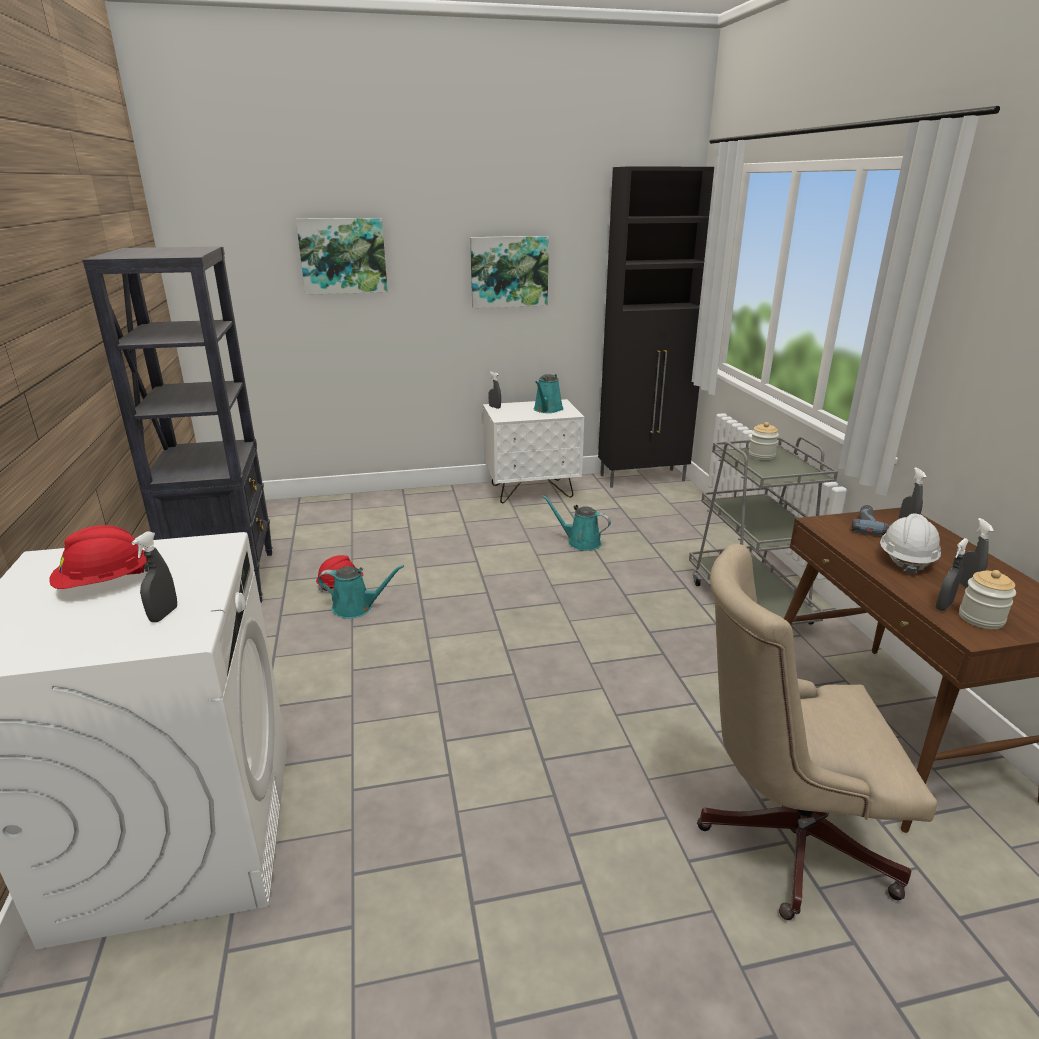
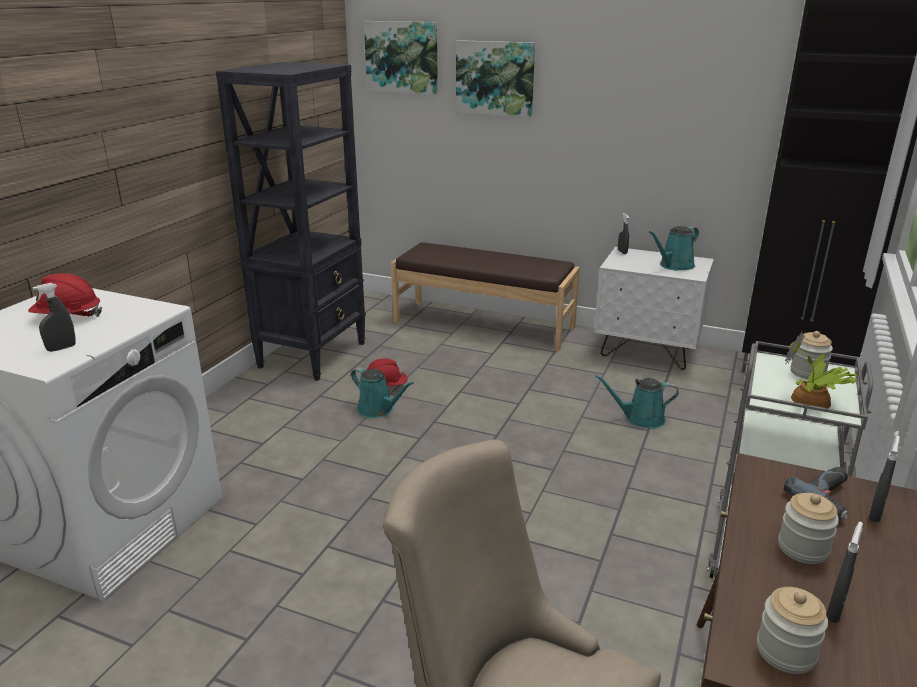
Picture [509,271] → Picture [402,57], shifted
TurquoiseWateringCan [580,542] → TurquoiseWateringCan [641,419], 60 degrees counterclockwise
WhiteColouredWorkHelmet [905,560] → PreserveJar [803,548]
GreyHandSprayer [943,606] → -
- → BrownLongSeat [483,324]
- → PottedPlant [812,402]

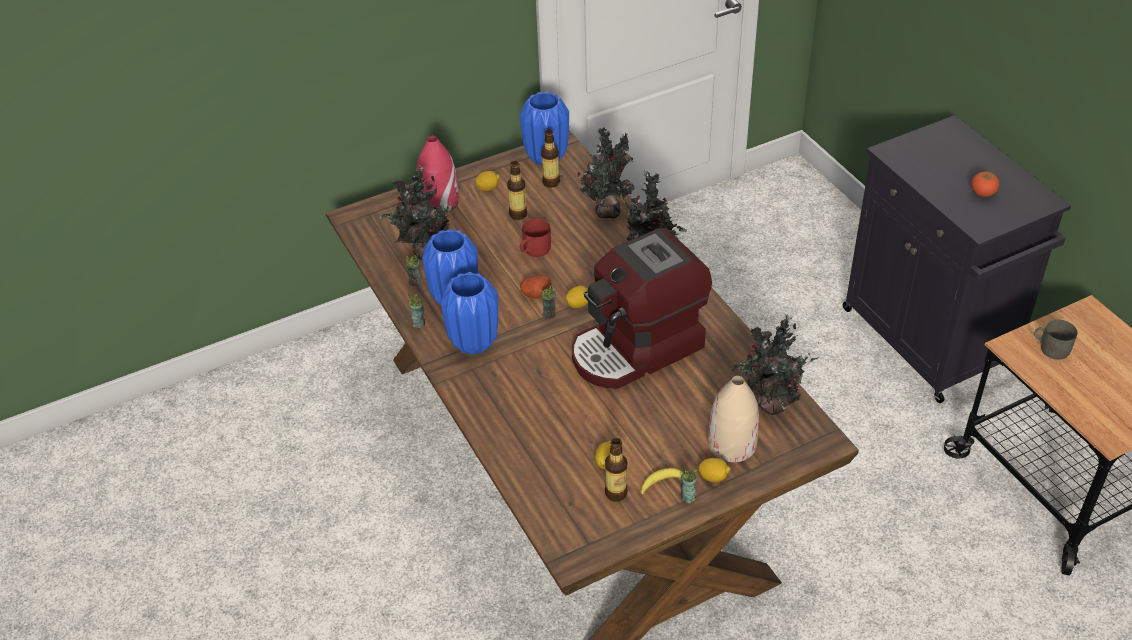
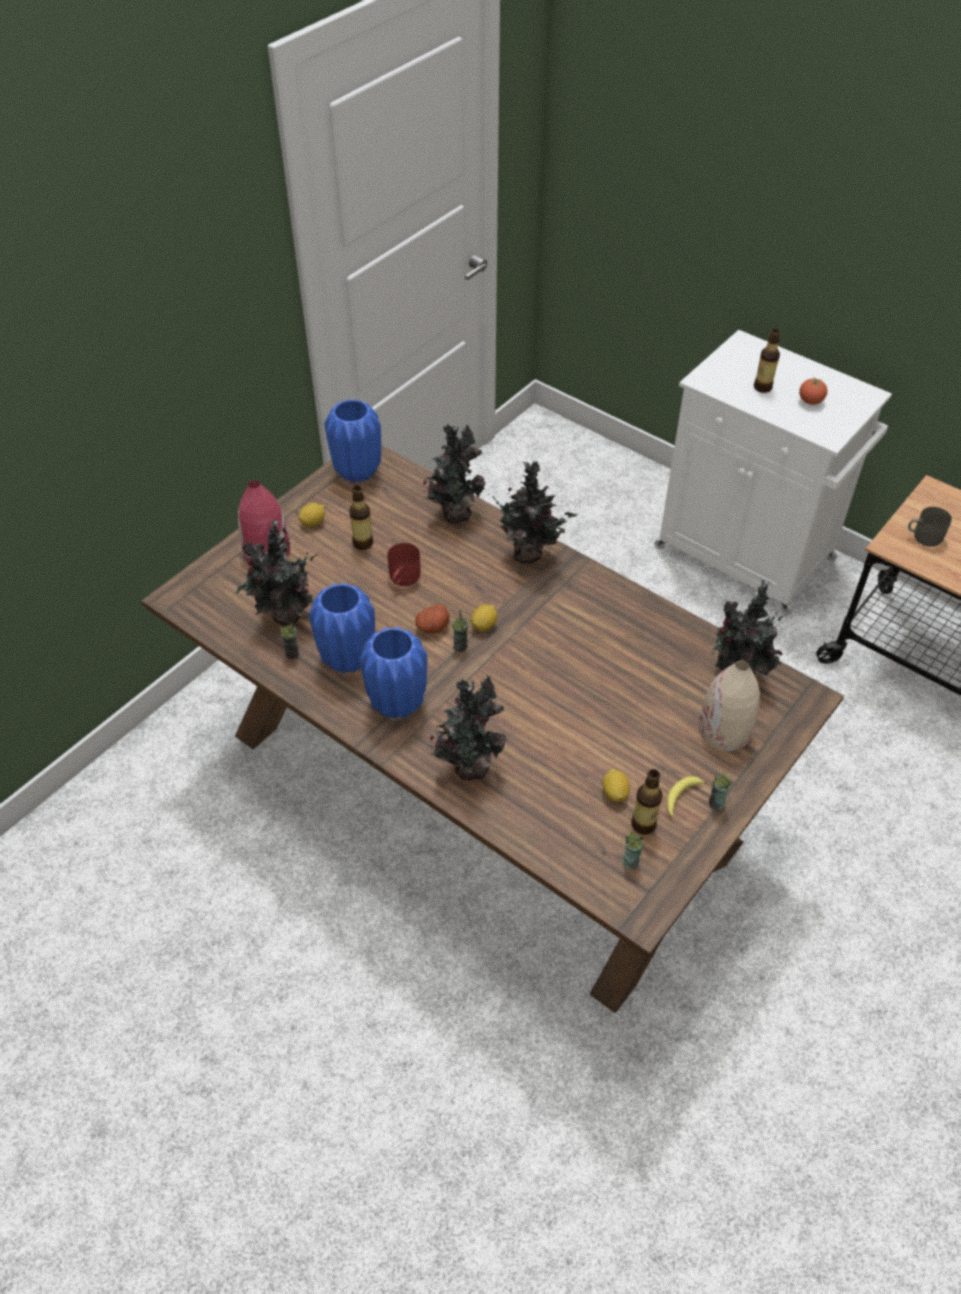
SmallCup [419,323] → SmallCup [630,862], shifted
Bottle [551,182] → Bottle [762,387], shifted
CoffeeBrewer [637,349] → -
Lemon [713,477] → -
BlackishCabinet [930,340] → WhiteColouredCabinet [748,555]
- → PottedPlant [469,765]

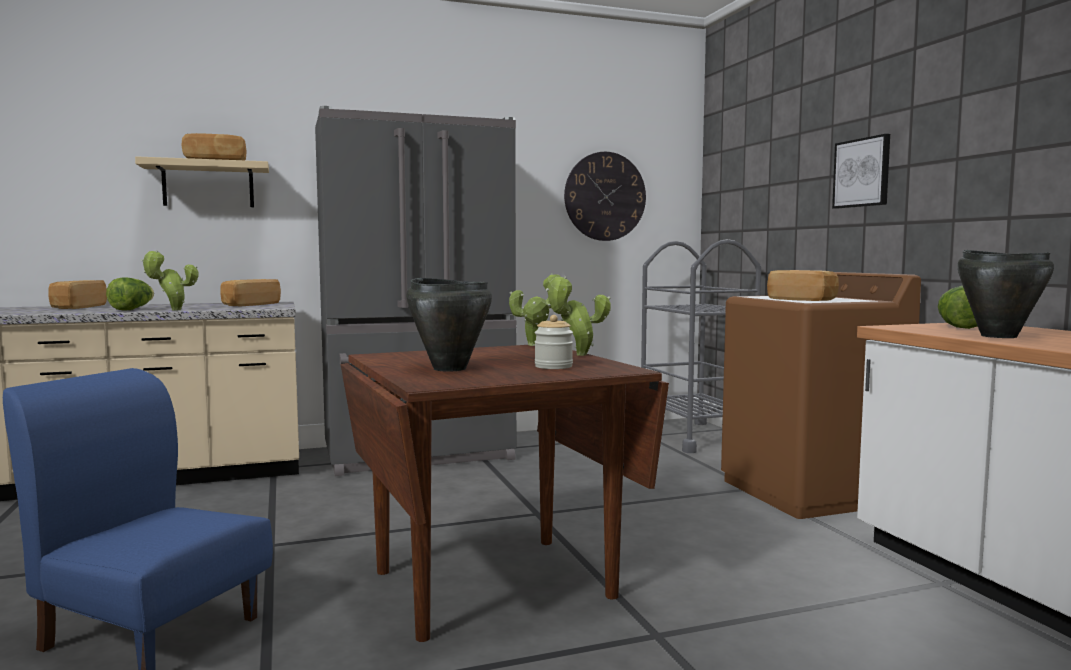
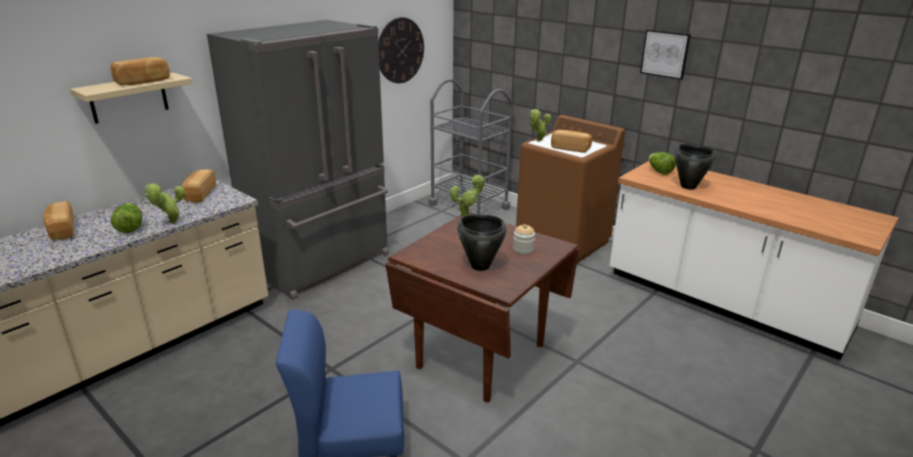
PottedPlant [577,355] → PottedPlant [538,141], shifted
Picture [862,173] → Picture [665,54], shifted

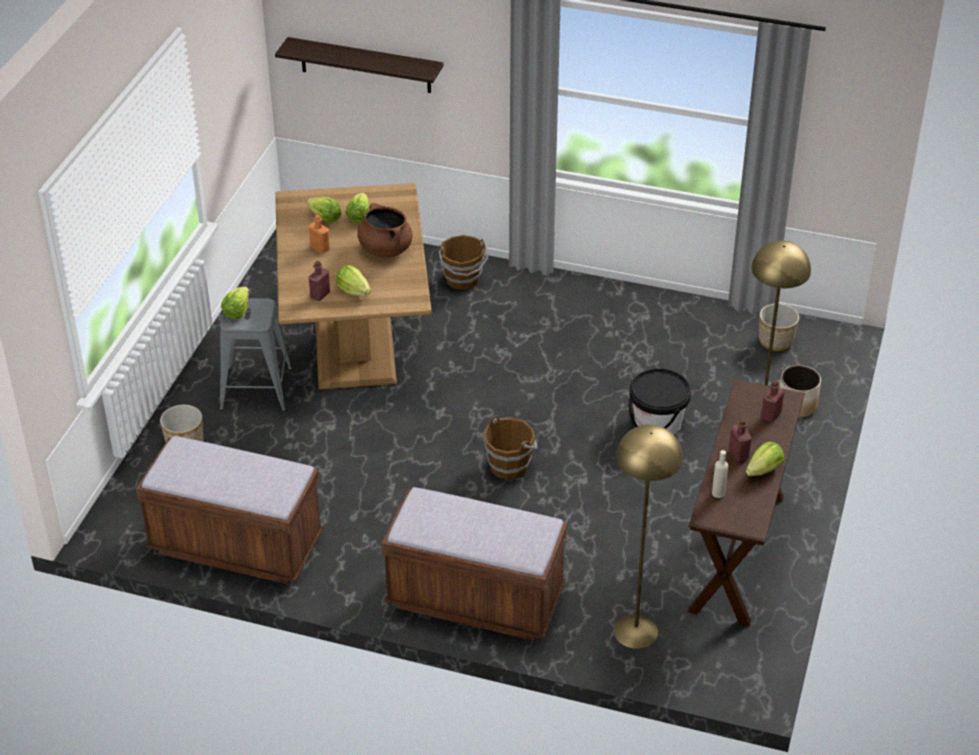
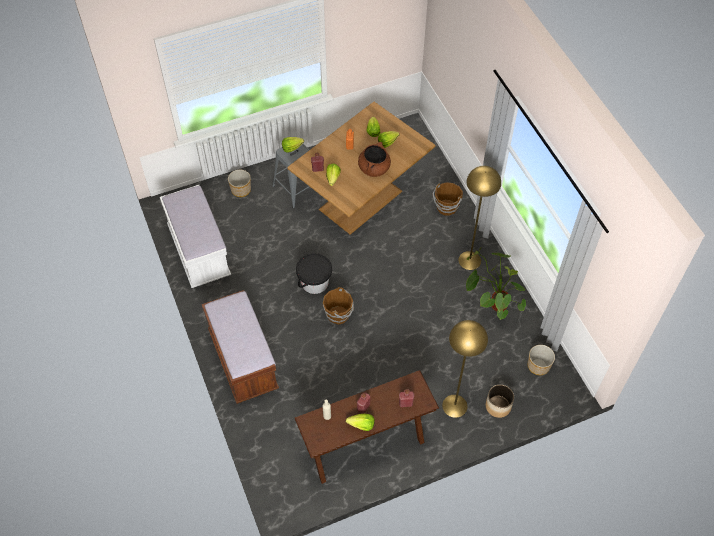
BrownLongSeat [236,545] → WhiteColouredLongSeat [199,252]
BracketShelf [365,65] → -
YellowishStandingLamp [636,631] → YellowishStandingLamp [469,260], shifted
BlackishWaterBucket [657,423] → BlackishWaterBucket [314,282], shifted
- → PottedPlant [491,303]

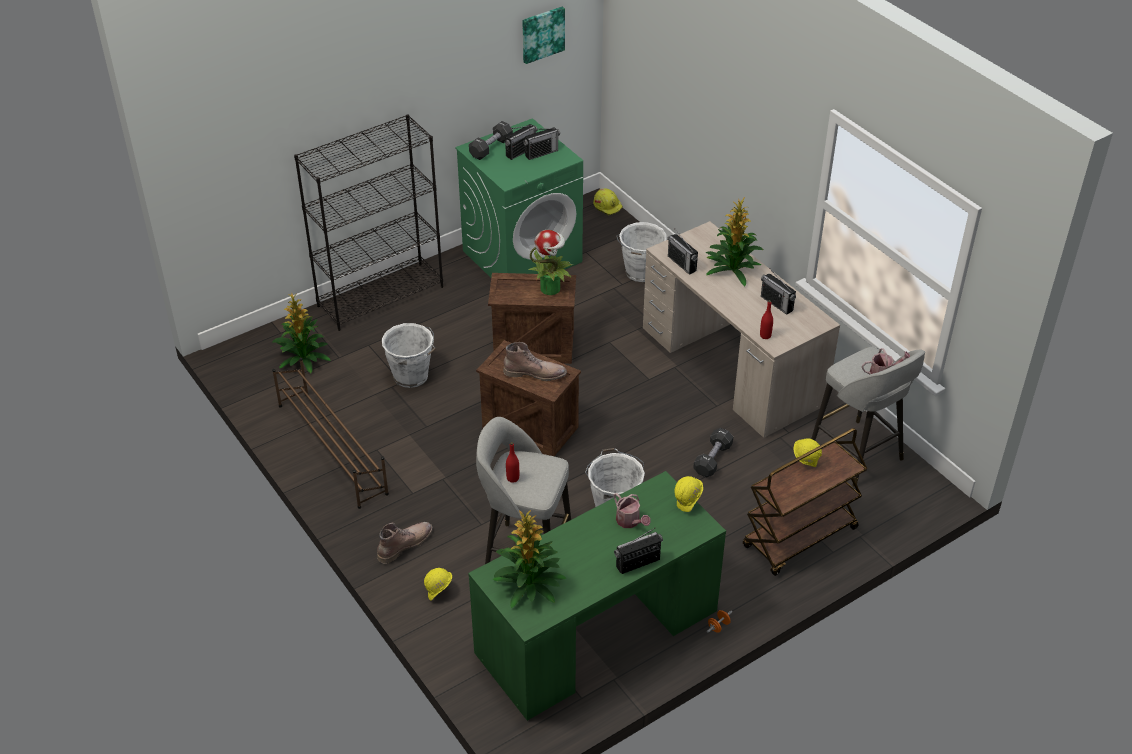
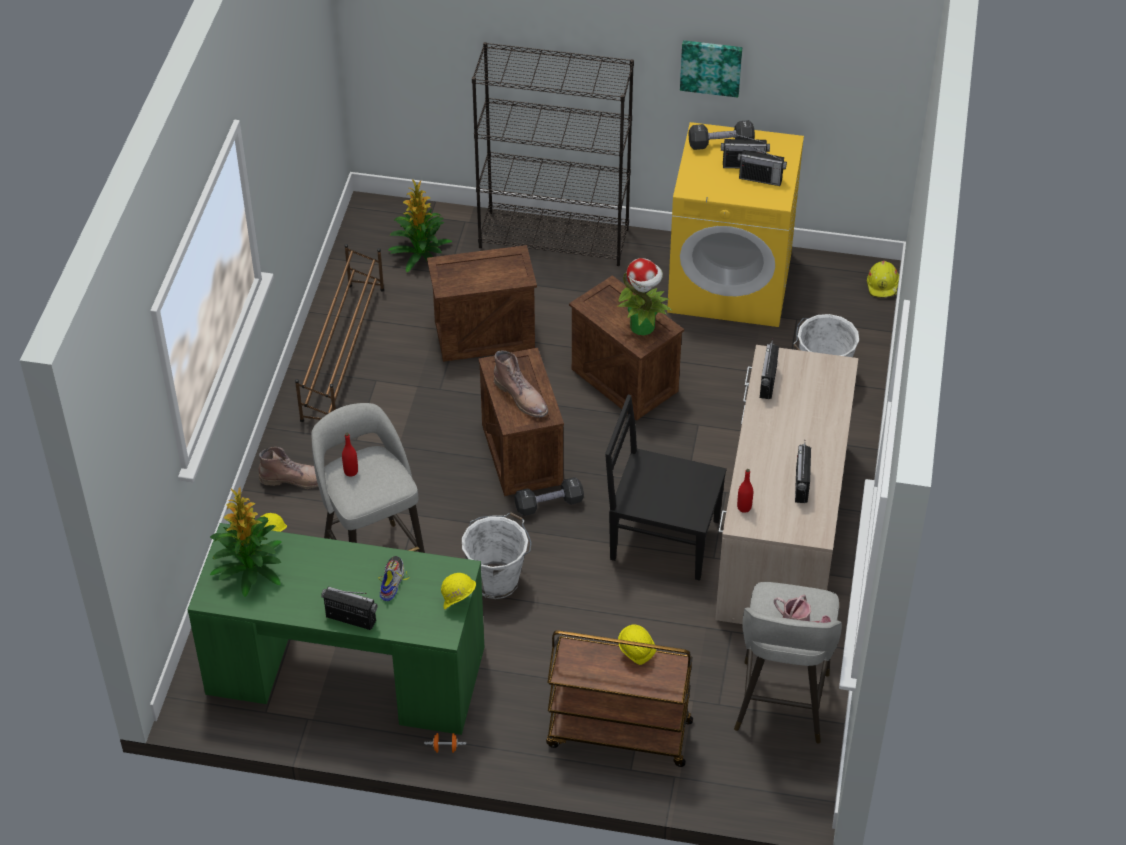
WhiteColouredWaterBucket [412,376] → PackingCrate [485,334]
GreenLaundryAppliance [522,256] → YellowishLaundryAppliance [731,283]
Picture [542,34] → Picture [711,67], shifted
WateringCan [630,522] → Shoe [391,580]
BlackishFreeWeight [712,459] → BlackishFreeWeight [549,504], shifted
PottedPlant [733,268] → -
- → BlackishPlainChair [661,538]

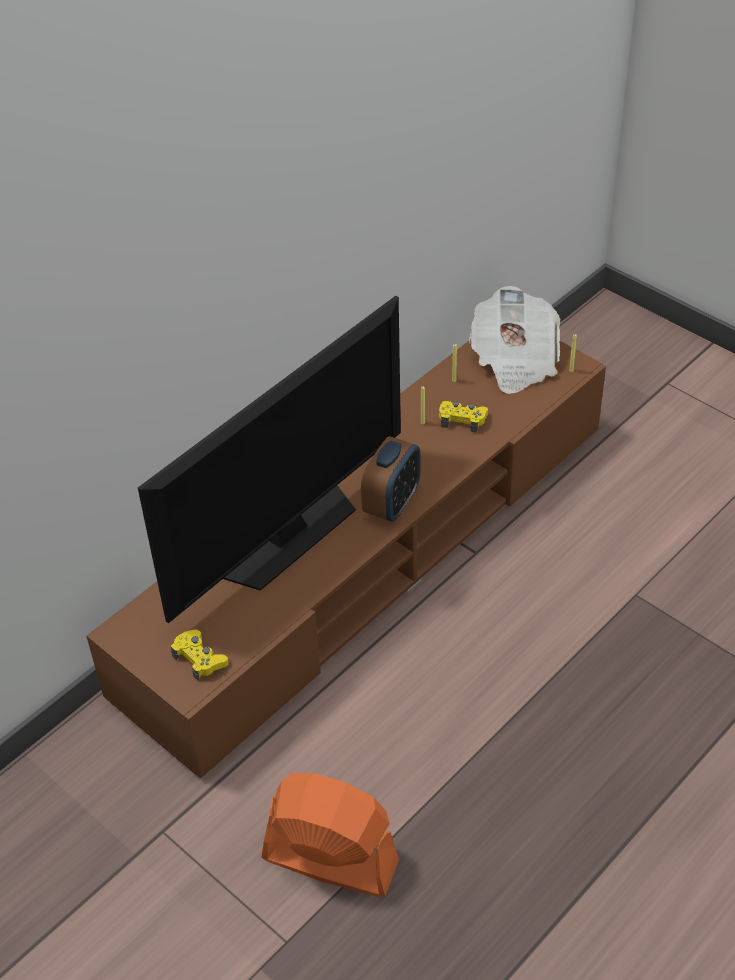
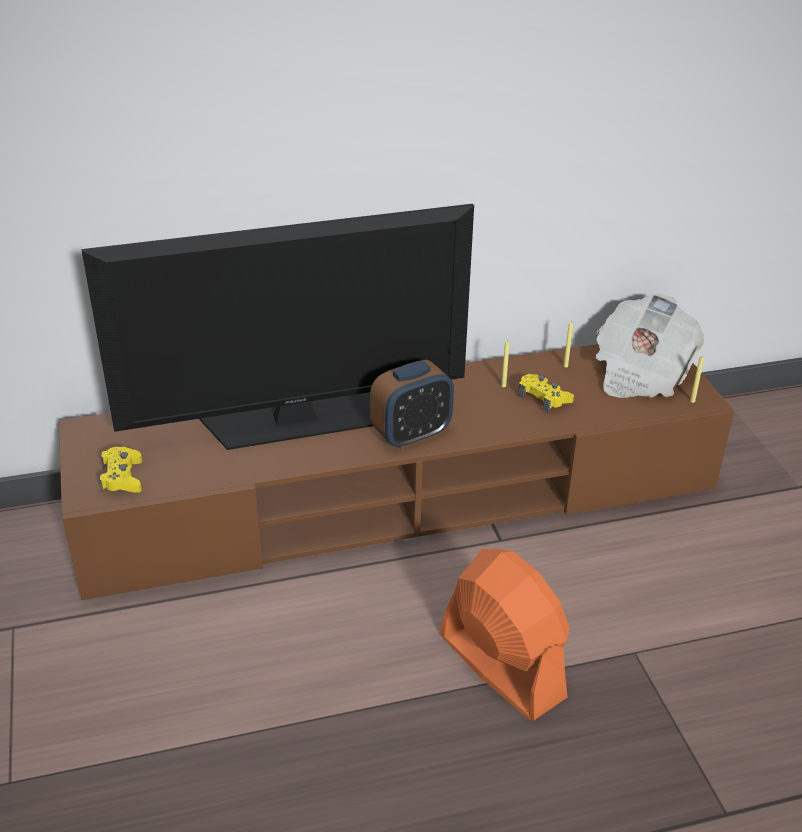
OrangeCoolingFan [329,859] → OrangeCoolingFan [501,666], shifted

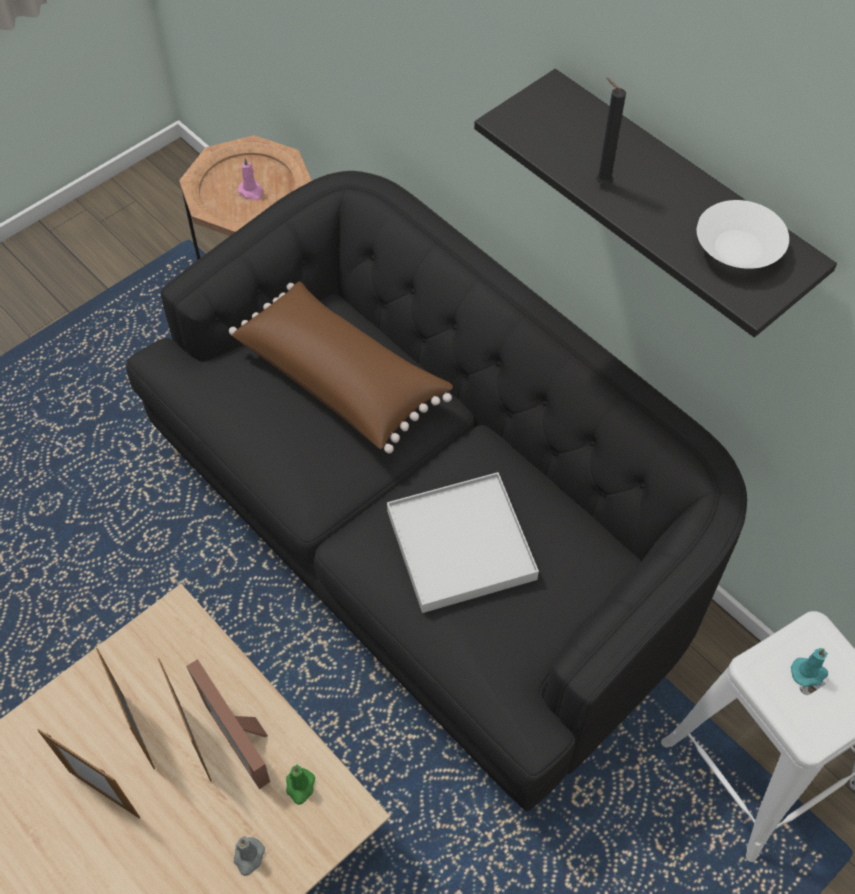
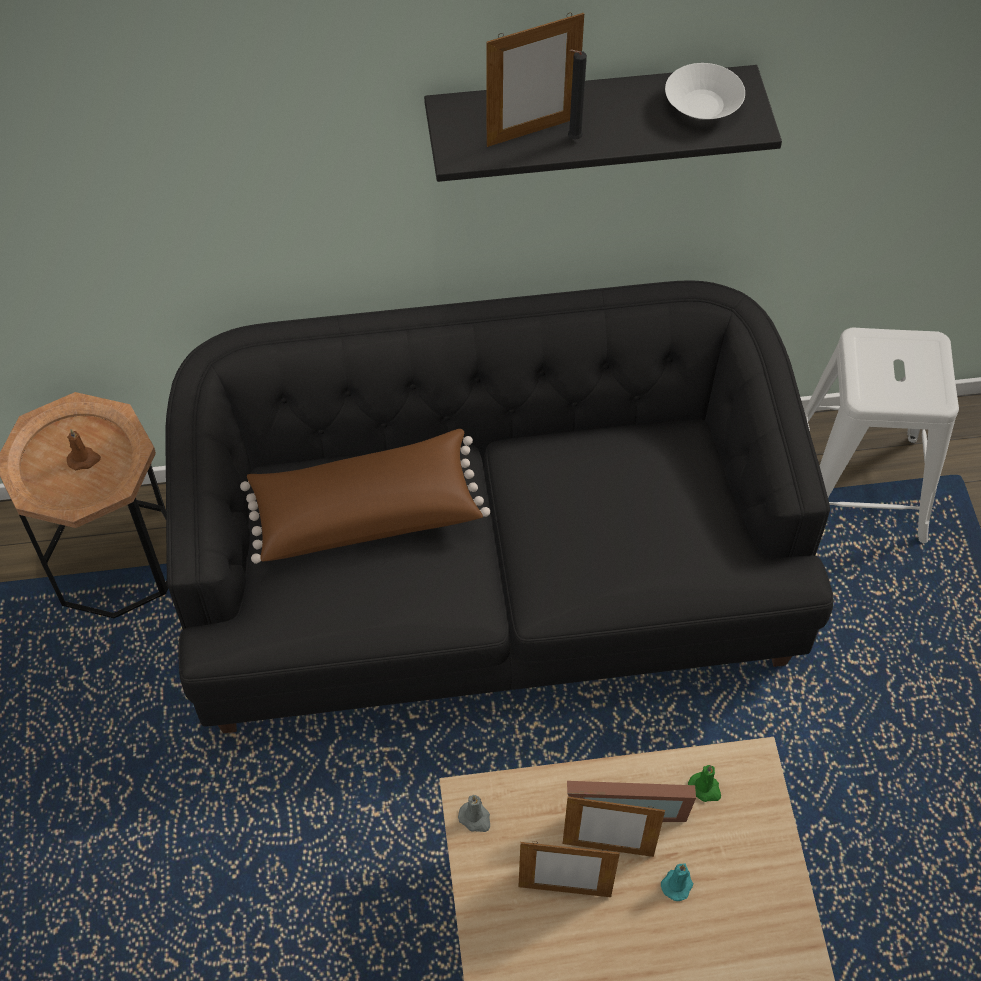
StandingFrame [104,794] → StandingFrame [532,131], shifted
GreyWaxLight [248,857] → GreyWaxLight [475,818], shifted
PinkColouredWaxLight [251,192] → BrownWaxLight [84,459]
WhiteColouredServingTray [460,545] → -
TurquoiseWaxLight [809,673] → TurquoiseWaxLight [677,883], shifted

